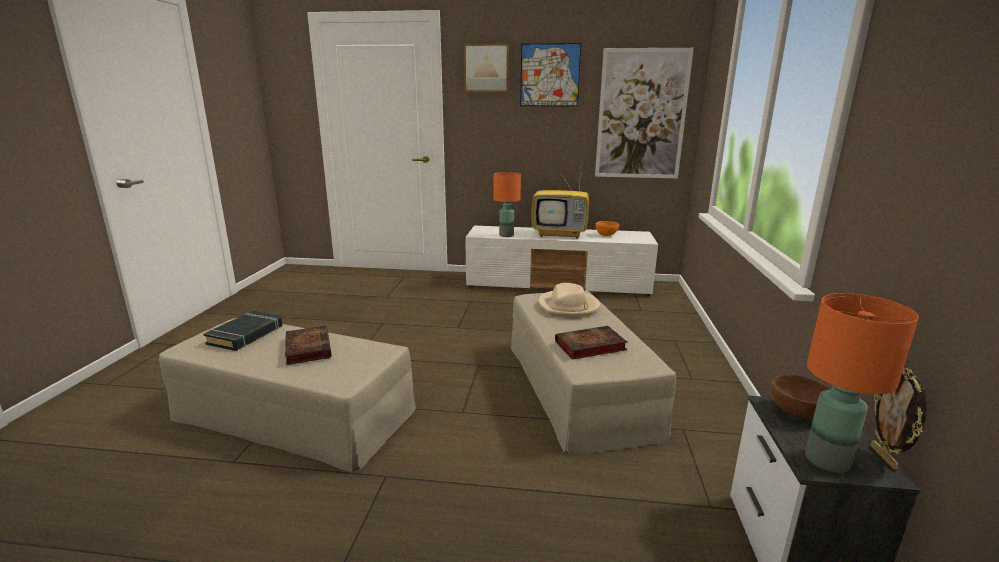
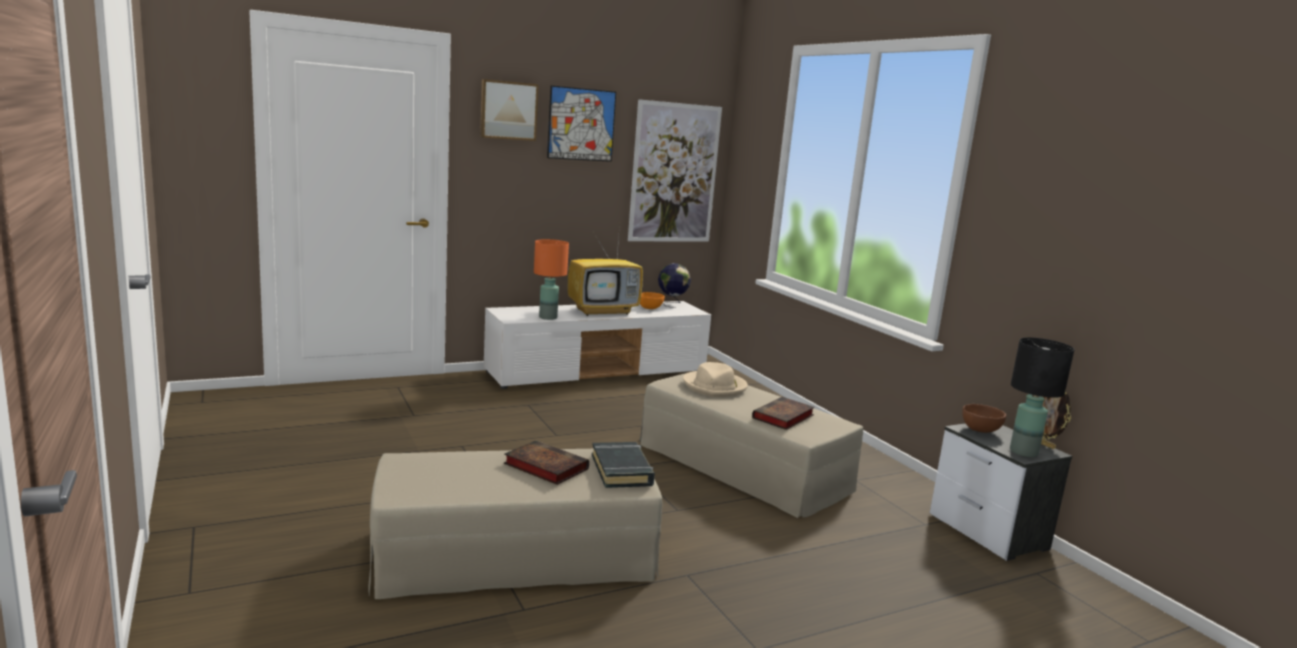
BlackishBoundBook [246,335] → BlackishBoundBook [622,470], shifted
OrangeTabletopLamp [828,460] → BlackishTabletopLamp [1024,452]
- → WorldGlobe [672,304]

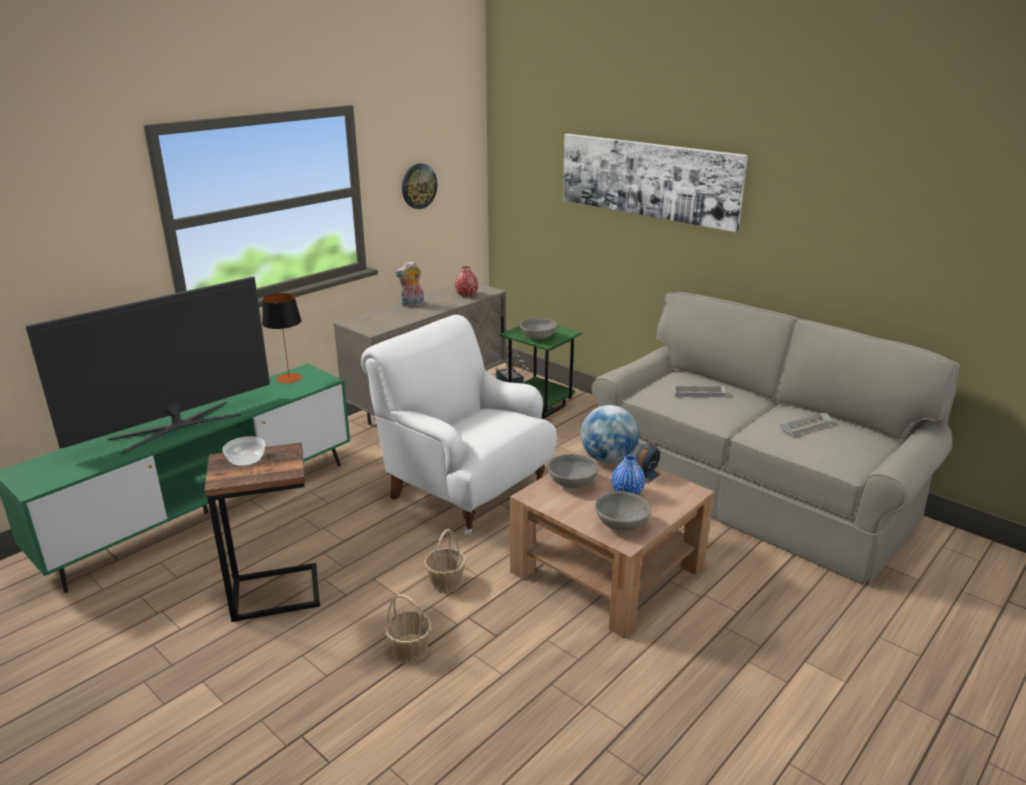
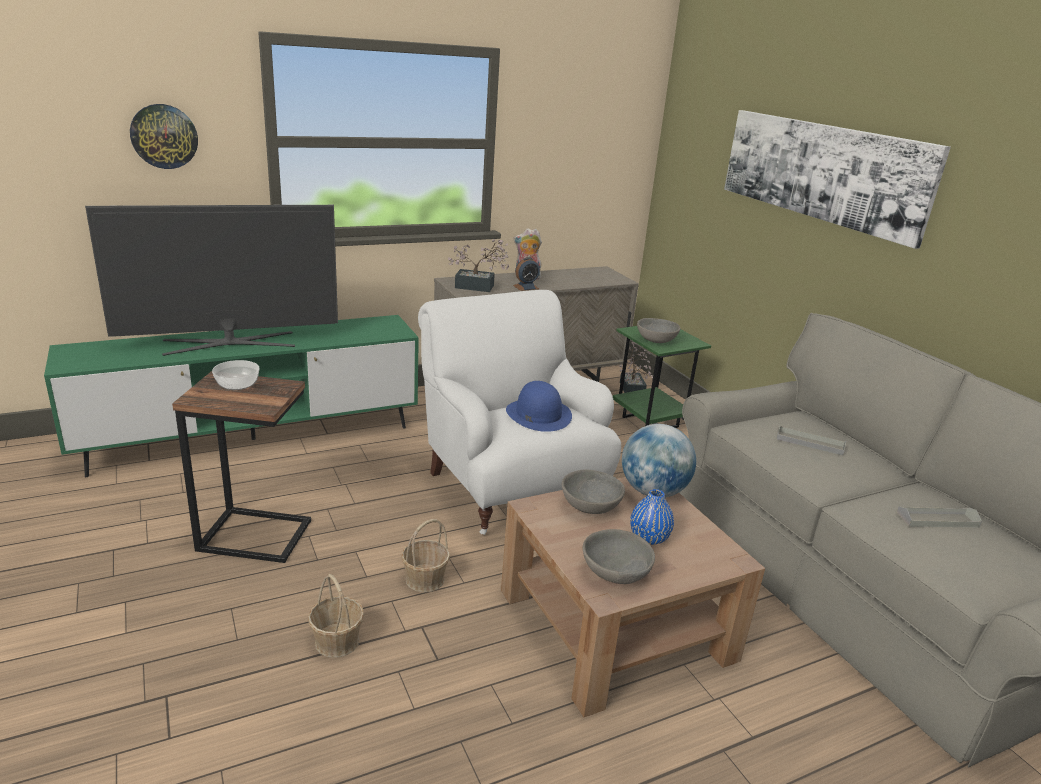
TabletopLamp [289,378] → -
HangingClock [418,186] → HangingClock [164,136], shifted
ReddishFlowerVase [466,295] → -
AlarmClock [646,475] → AlarmClock [526,287], shifted
- → PottedPlant [479,287]
- → BluishClothingHat [538,414]

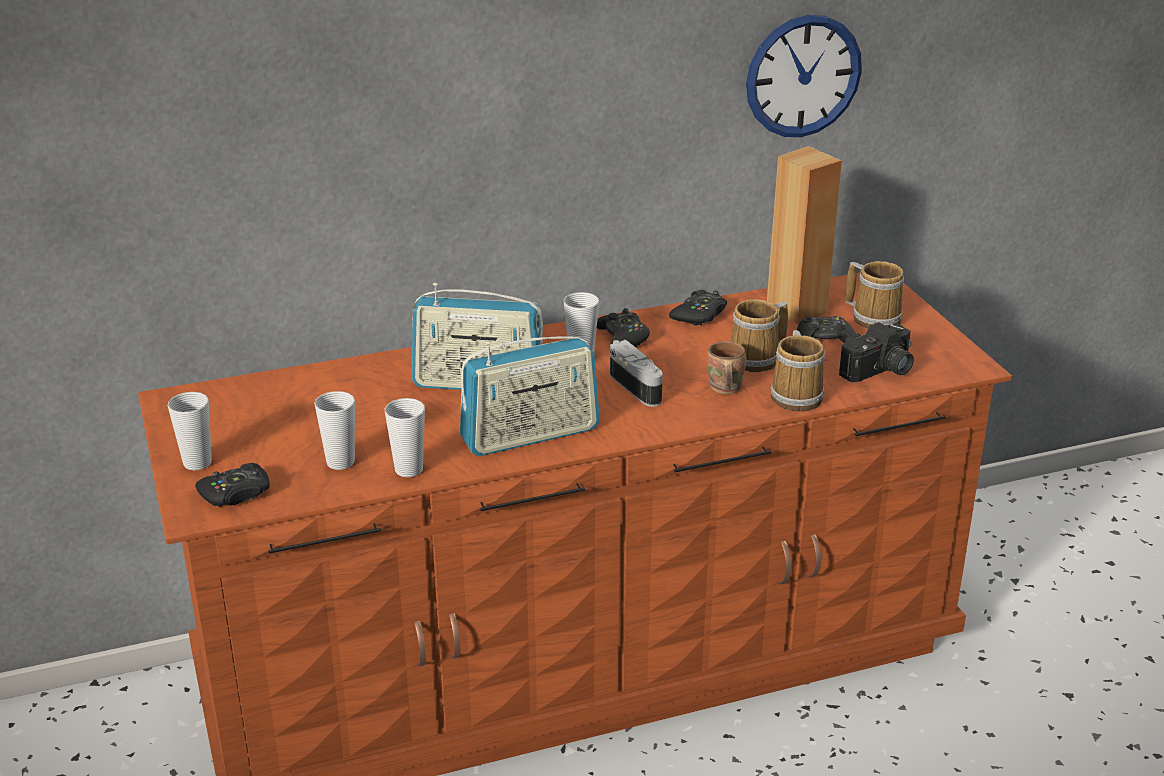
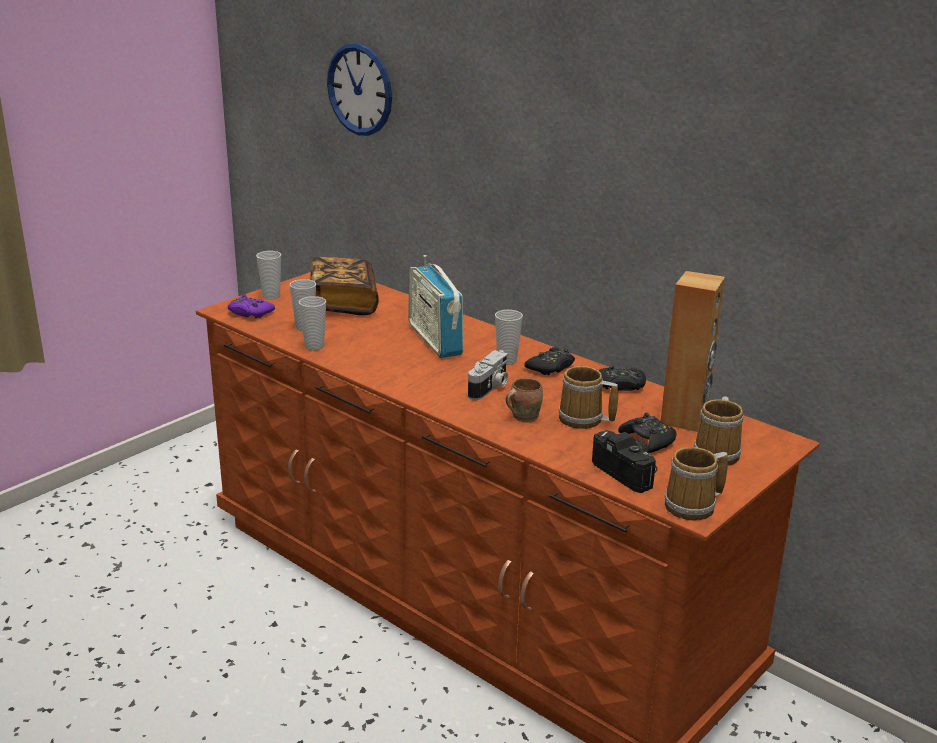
BlackishGameController [236,493] → PurplishGameController [250,313]
RadioSet [530,435] → -
HangingClock [803,76] → HangingClock [360,89], shifted
CoffeeMug [798,395] → CoffeeMug [693,506], shifted
StillCamera [879,371] → StillCamera [628,472], 150 degrees counterclockwise
- → BoundBook [343,303]

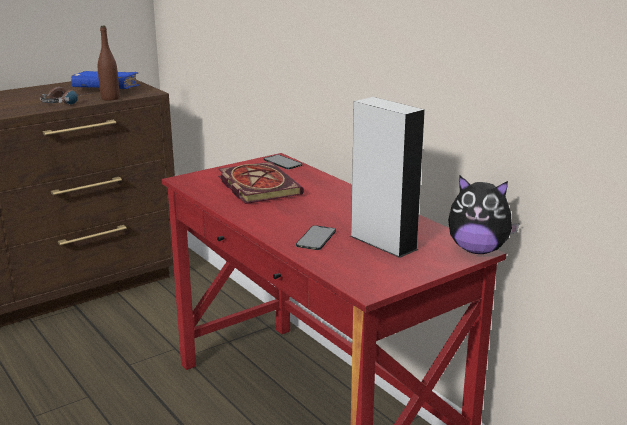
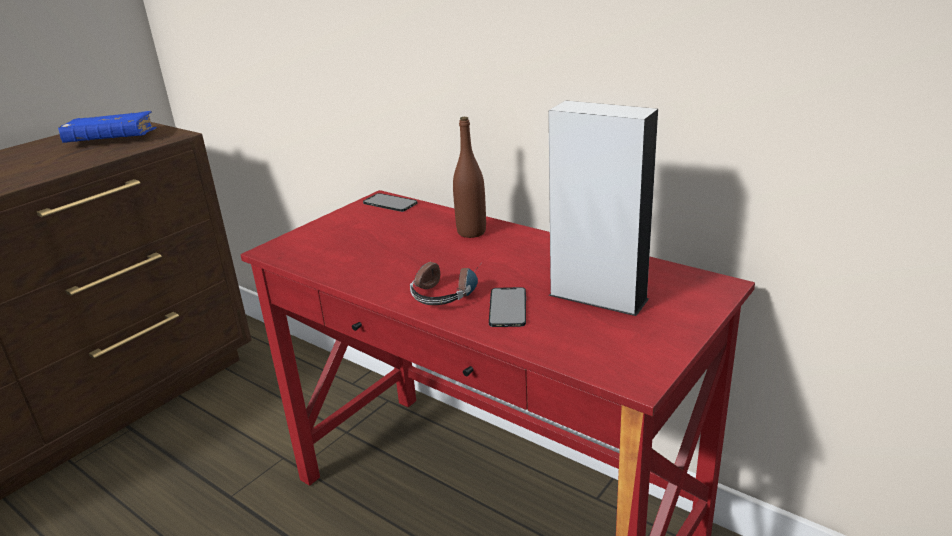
Headset [64,102] → Headset [447,290], shifted
BrownBottle [110,98] → BrownBottle [471,232], shifted
BoundBook [256,186] → -
PlushToy [478,250] → -

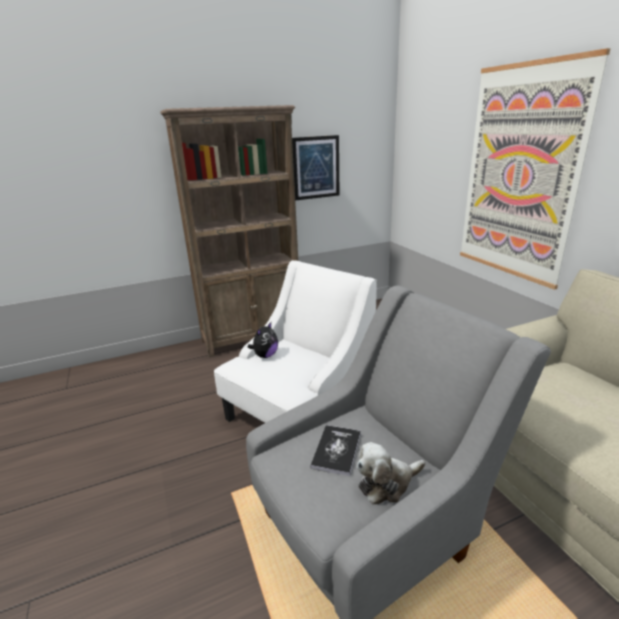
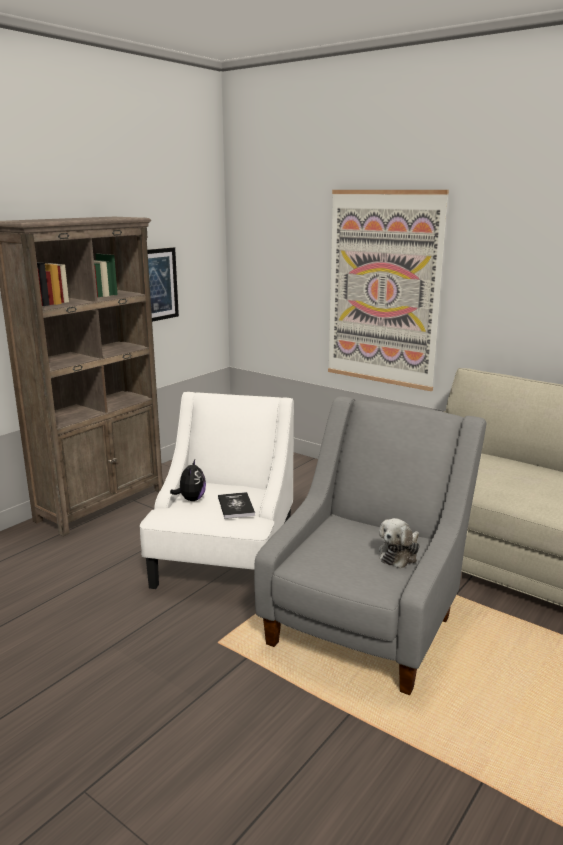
BoundBook [336,450] → BoundBook [236,506], shifted

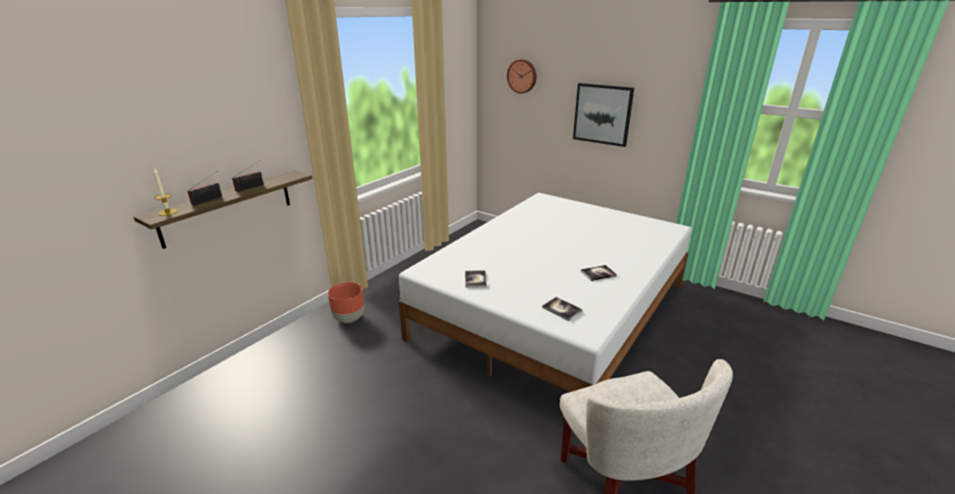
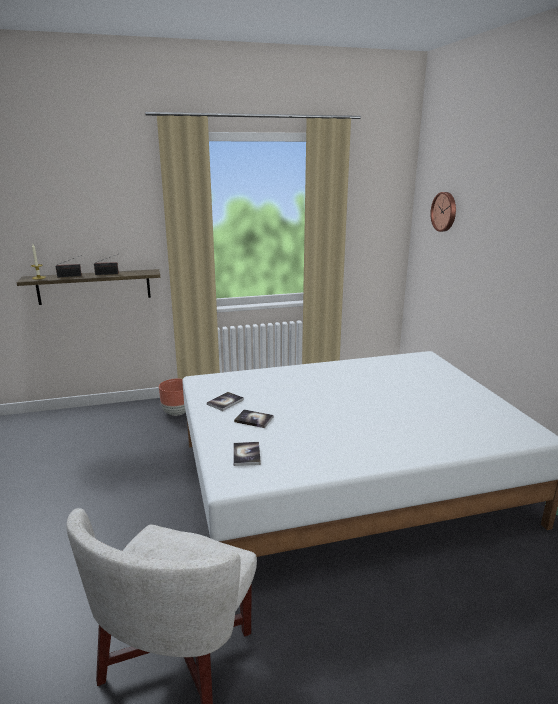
Picture [602,114] → -
BoundBook [598,273] → BoundBook [254,419], shifted

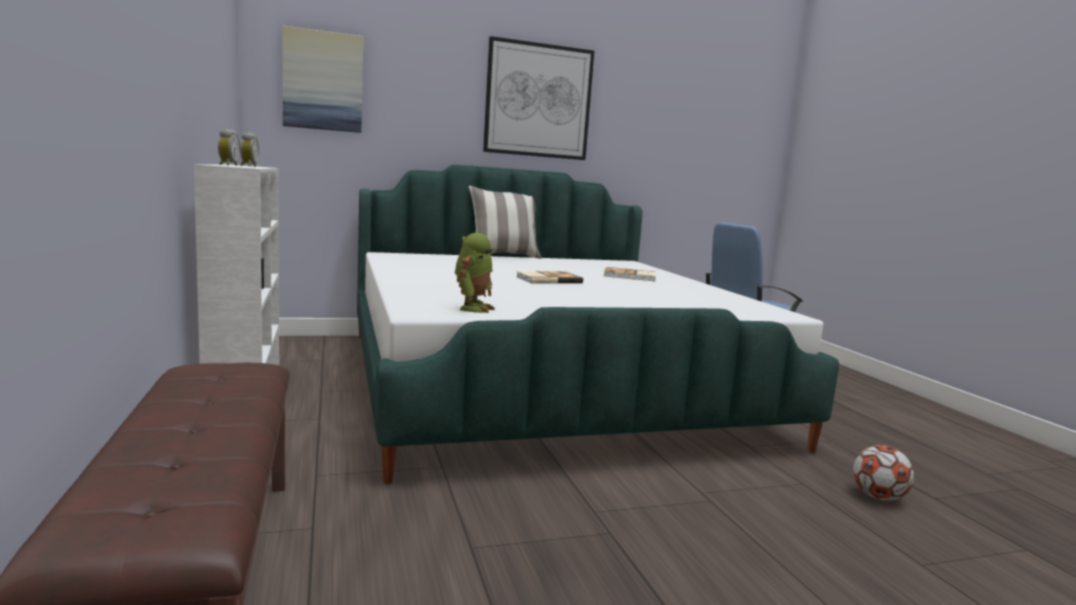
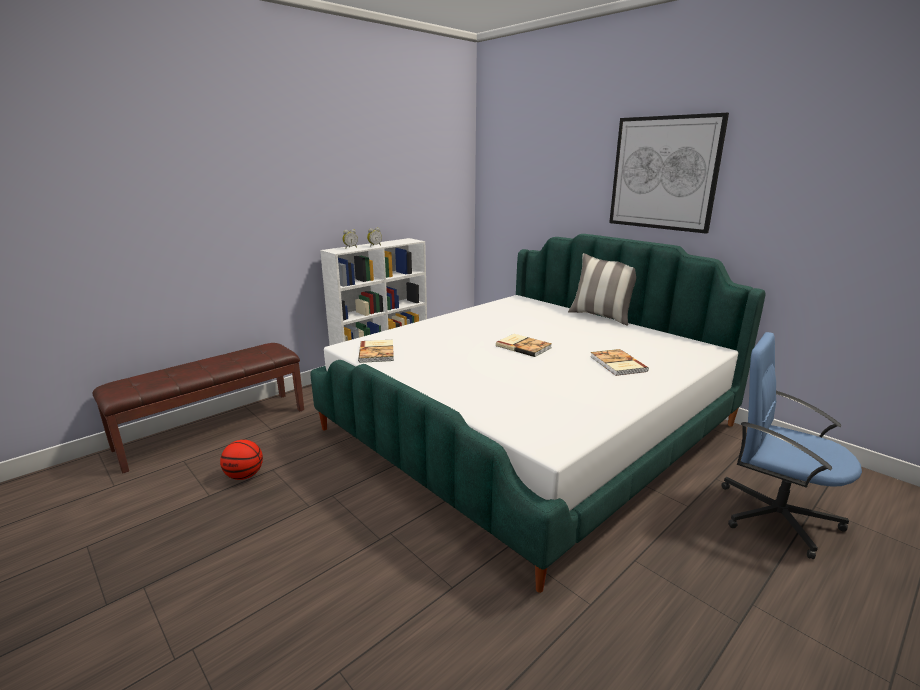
Picture [323,81] → -
ToyRobot [473,308] → BoundBook [377,352]
FootballBall [878,497] → -
- → Basketball [244,475]

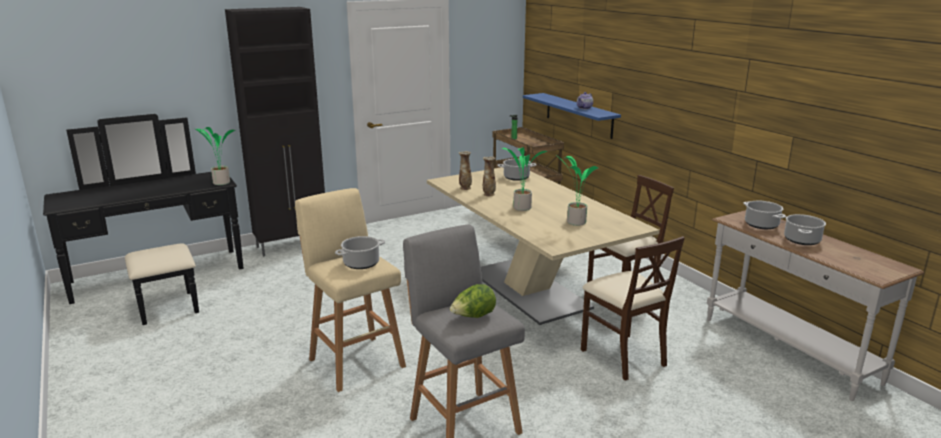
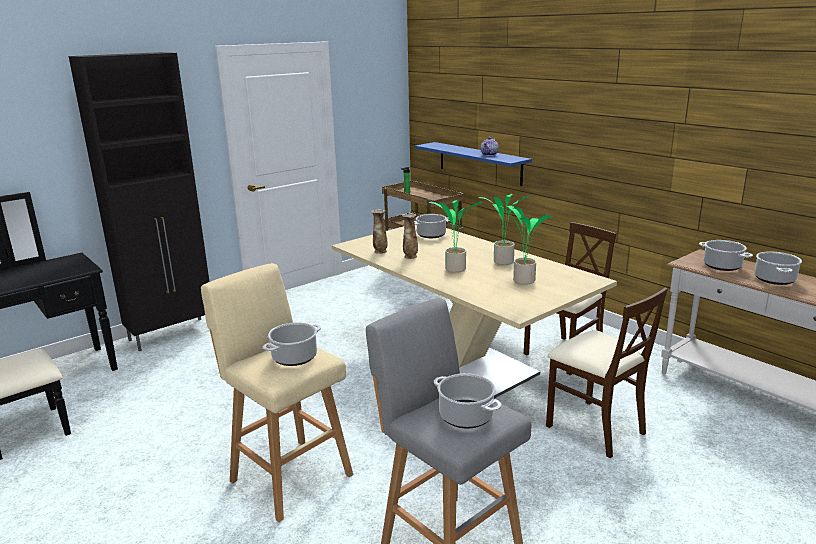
PottedPlant [220,183] → PottedPlant [502,262], shifted
LettuceHead [473,317] → Saucepot [466,416]

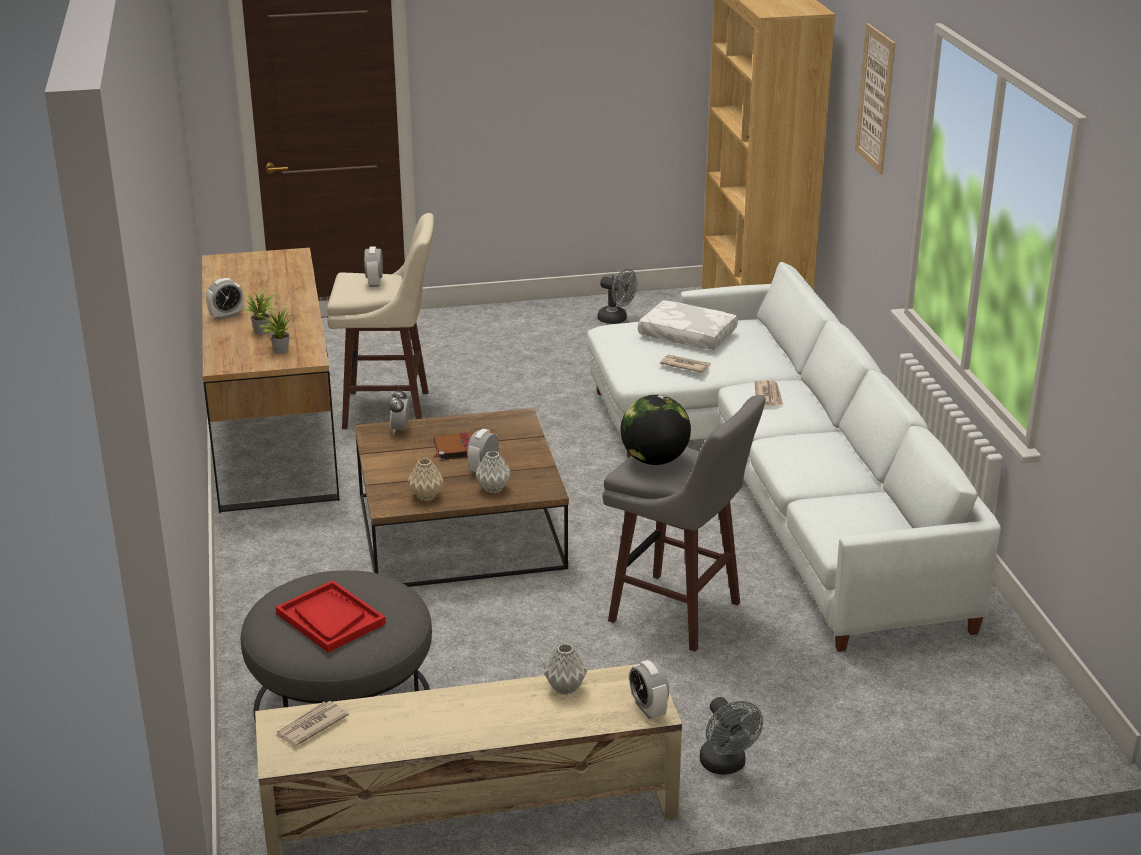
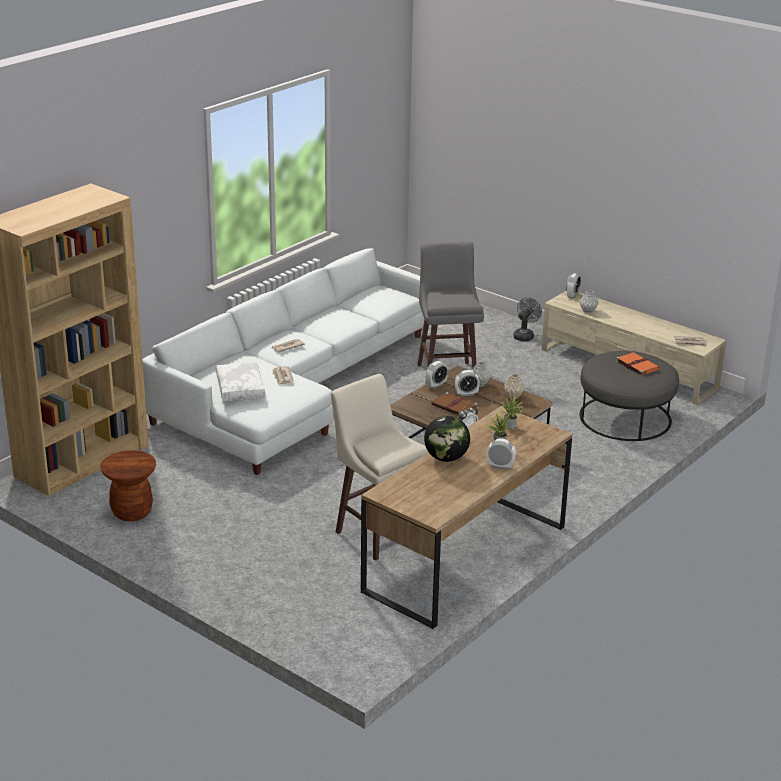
ReddishServingTray [330,619] → OrangeBoundBook [636,365]
AlarmClock [374,282] → AlarmClock [436,385], shifted
GreyCoolingFan [616,319] → BrownStoolSeat [132,512]
WorldGlobe [654,460] → WorldGlobe [446,458], shifted
Picture [875,98] → -

